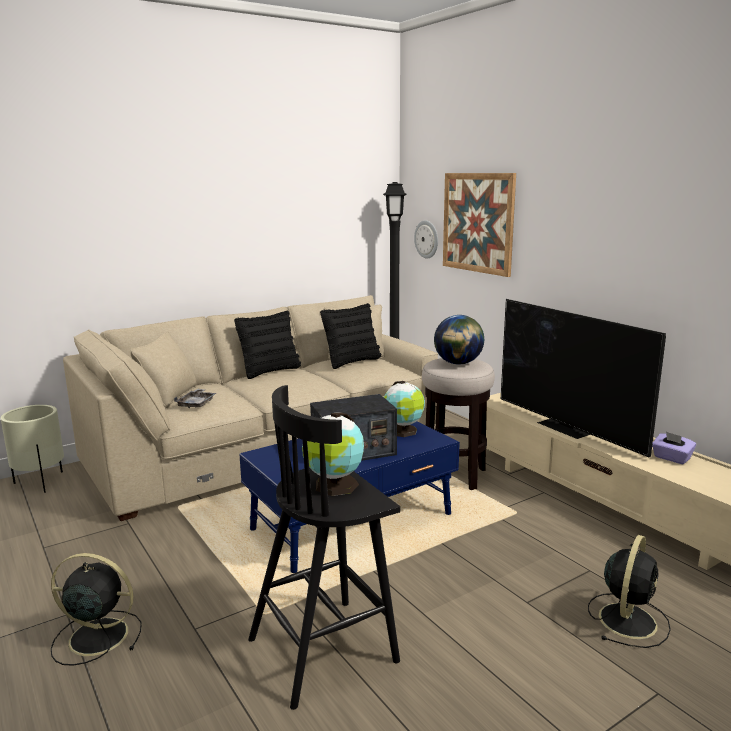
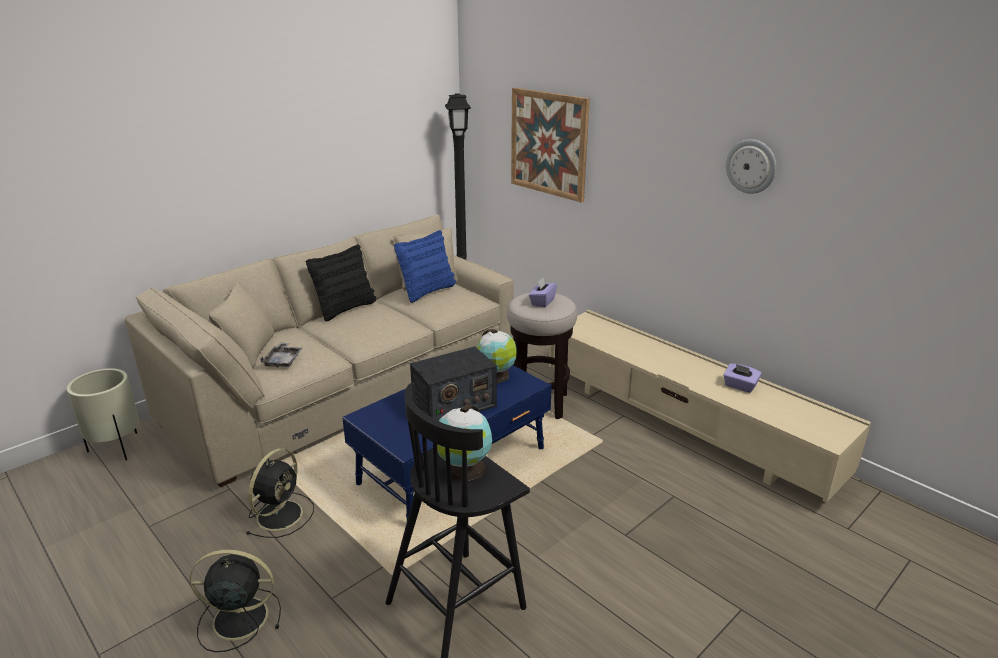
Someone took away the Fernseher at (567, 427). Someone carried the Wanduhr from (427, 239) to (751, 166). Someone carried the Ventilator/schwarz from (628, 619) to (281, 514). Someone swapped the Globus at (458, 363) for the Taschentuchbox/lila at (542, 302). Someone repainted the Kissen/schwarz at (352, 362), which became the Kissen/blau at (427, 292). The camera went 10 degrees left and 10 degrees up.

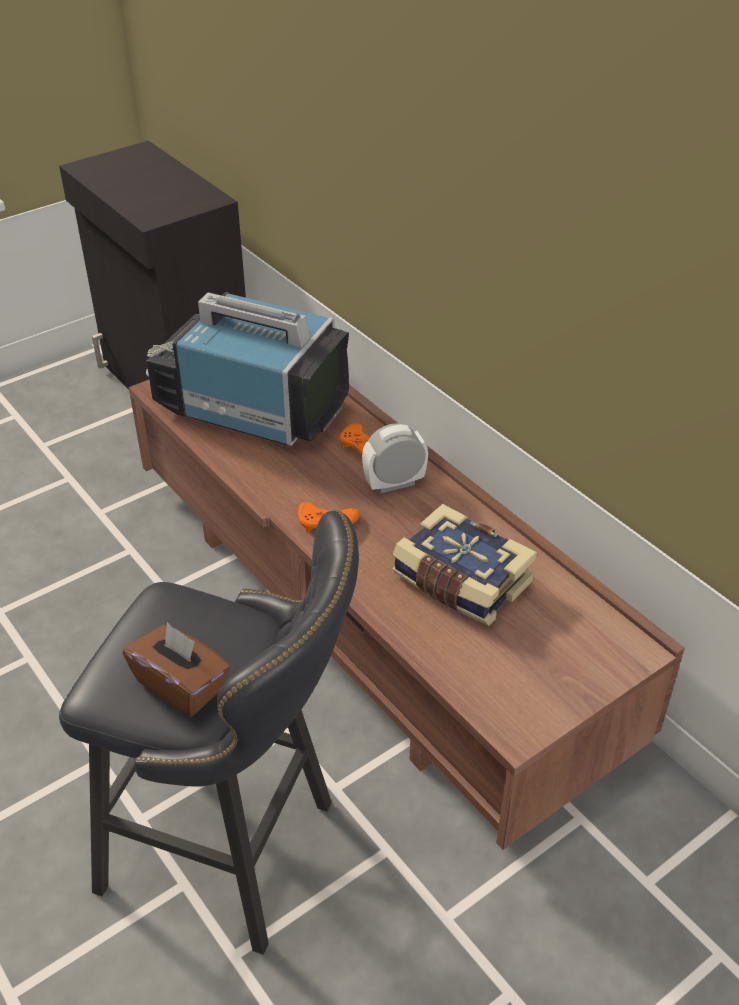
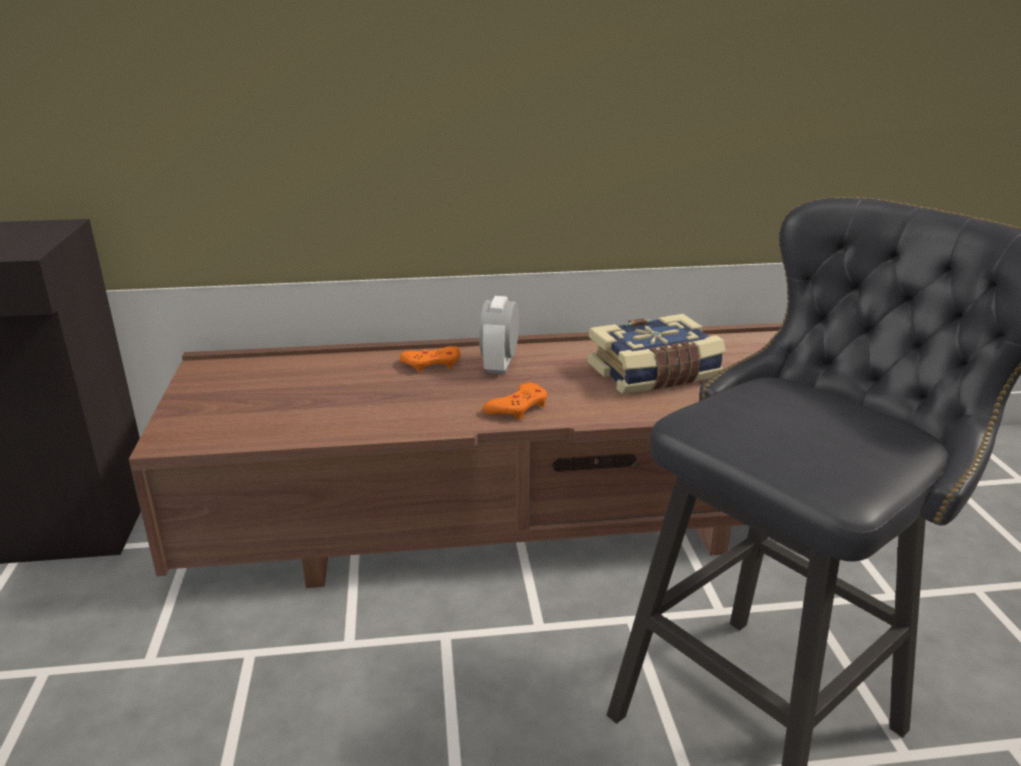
Someone took away the Taschentuchbox/braun at (181, 685). Someone took away the Fernseher at (251, 407). The camera went 60 degrees left and 15 degrees down.

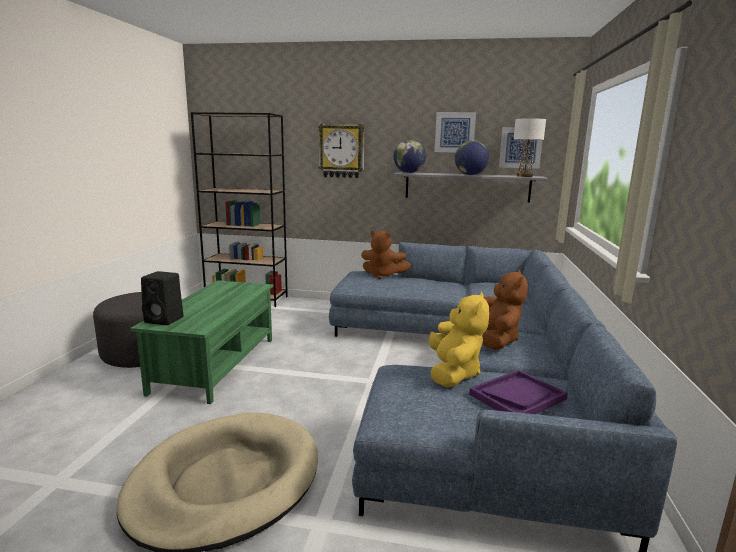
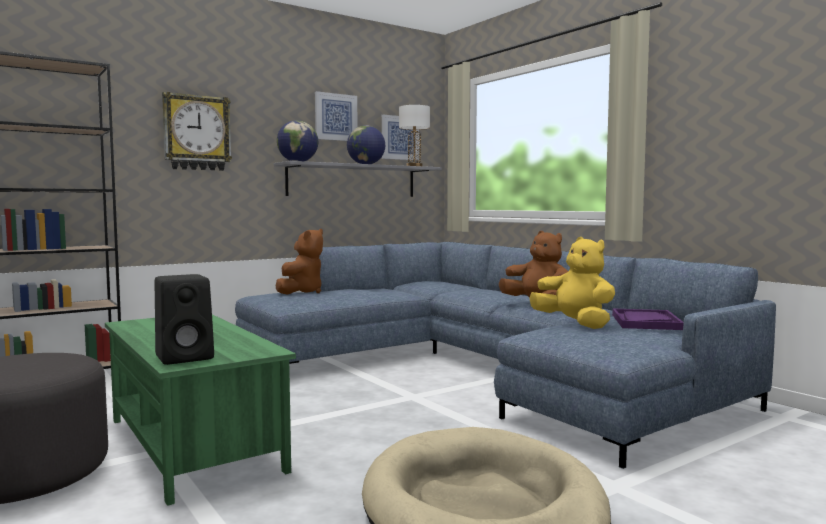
Someone rotated the Plüschtier/braun at (383, 275) by 45 degrees counterclockwise. The camera went 45 degrees left and 10 degrees down.

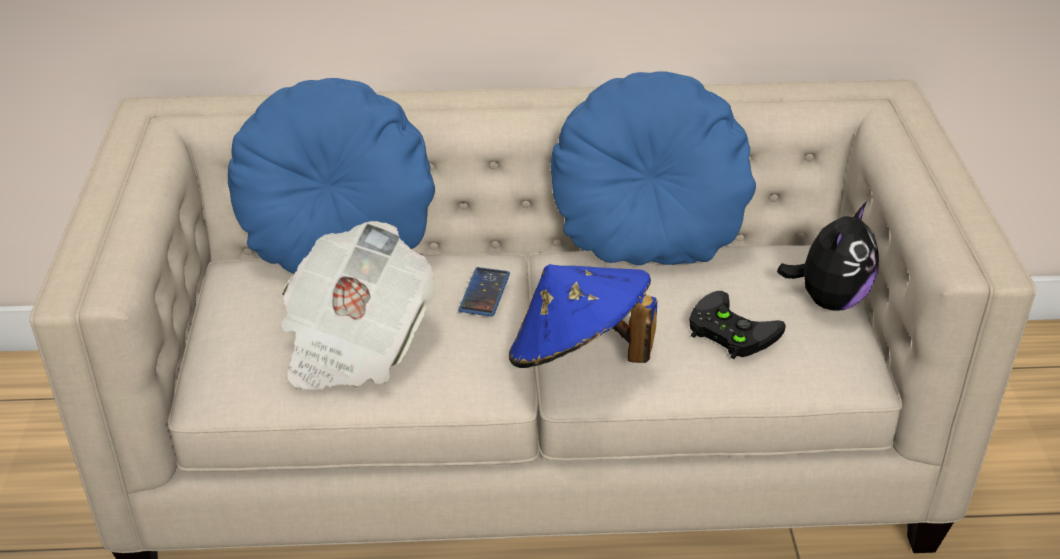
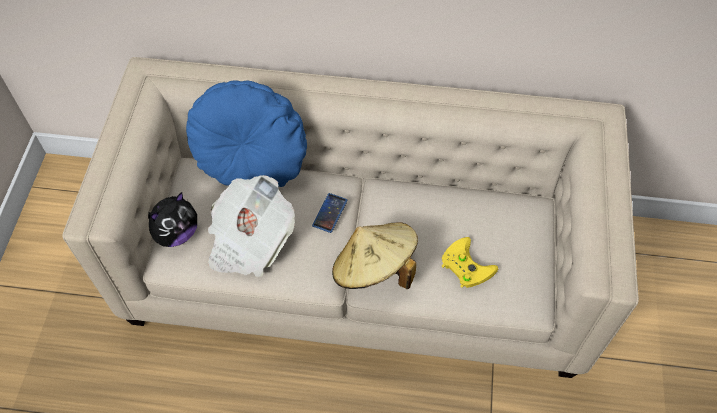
Someone took away the Kissen/blau at (647, 246). Someone carried the Plüschtier from (829, 300) to (176, 233). Someone repainted the Hut/blau at (578, 357), which became the Hut/beige at (374, 269). Someone repainted the Gamepad/schwarz at (728, 330), which became the Gamepad/gelb at (464, 265). The camera went 10 degrees right and 20 degrees up.

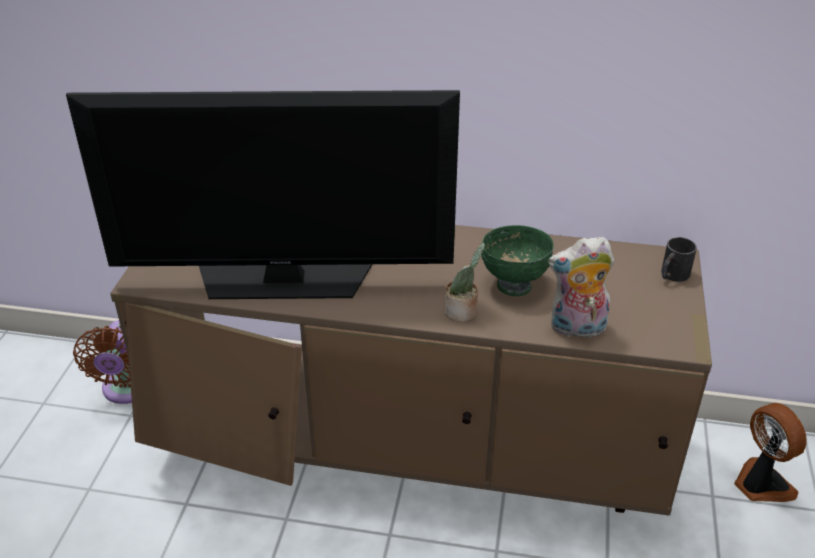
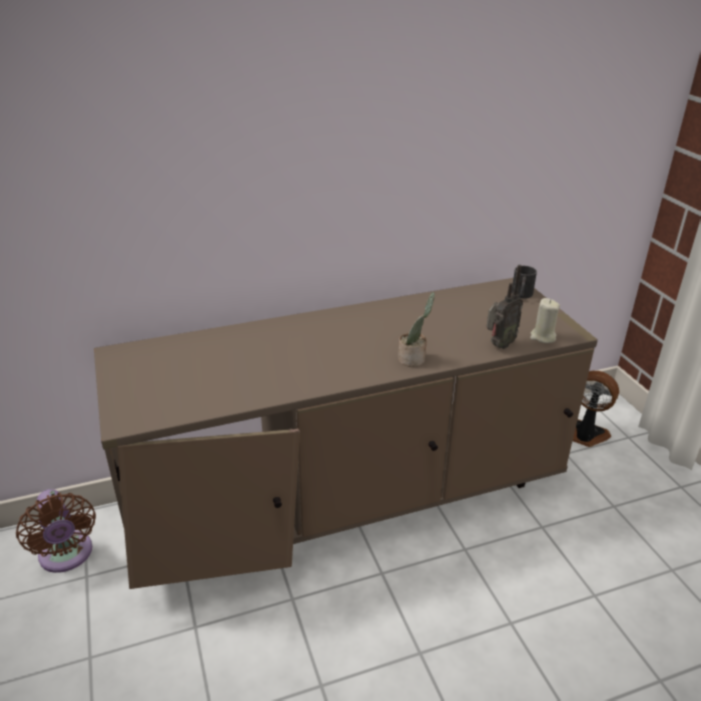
Someone took away the Fernseher at (284, 279). Someone took away the Schüssel/grün at (514, 284). Someone put down the Kerze/beige at (542, 337). Someone swapped the Plüschtier at (576, 329) for the Radio at (498, 345). The camera went 30 degrees left and 5 degrees down.

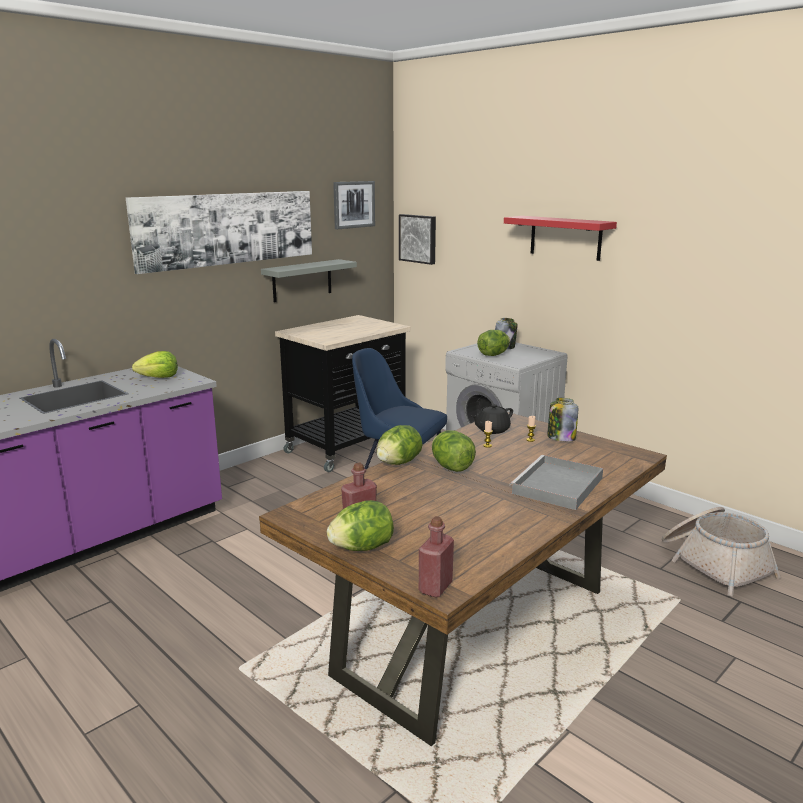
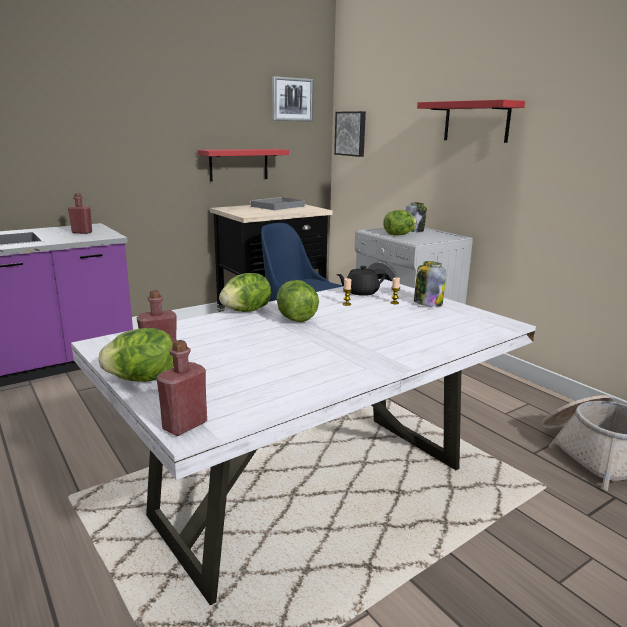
Someone took away the Bild at (227, 228). Someone carried the Tablett/grau from (557, 486) to (277, 206). Someone swapped the Salatkopf at (159, 378) for the Flasche/rot at (82, 232). Someone repainted the Esstisch/braun at (475, 633), which became the Esstisch/weiß at (312, 493). Someone repainted the Wandregal/grau at (302, 280), which became the Wandregal/rot at (238, 164). The camera went 10 degrees right and 0 degrees up.

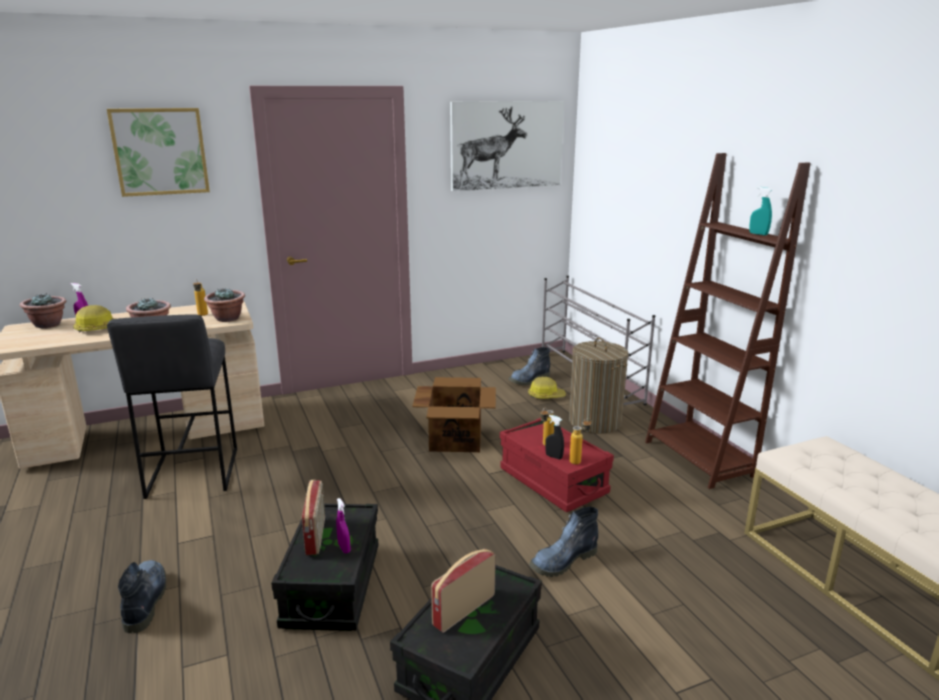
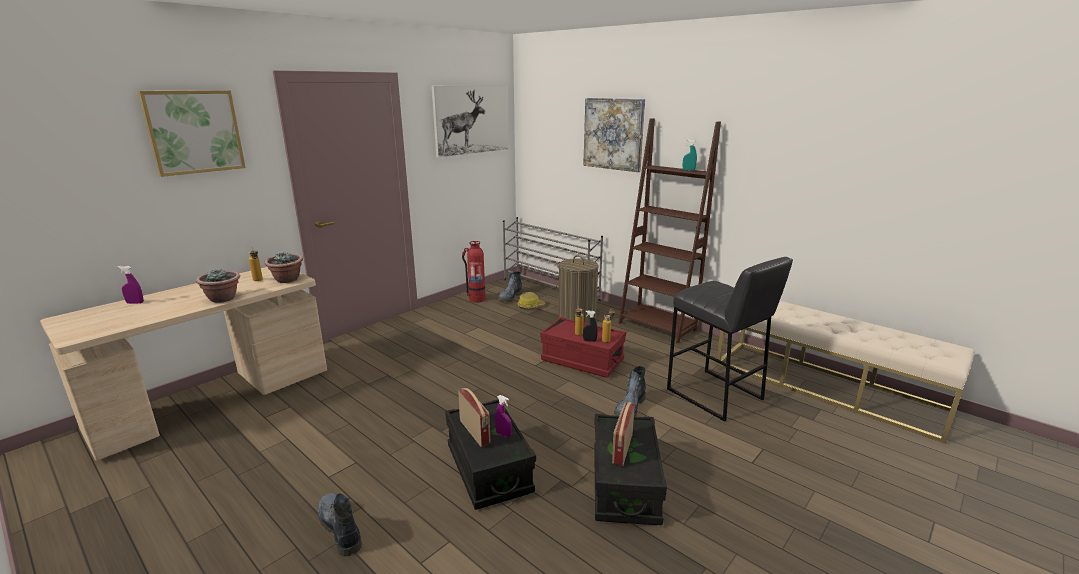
Someone took away the Topfpflanze at (48, 325). Someone took away the Schutzhelm at (99, 329). Someone took away the Karton at (456, 439). Someone put down the Feuerlöscher at (476, 299). Someone put up the Bild at (613, 134). Someone carried the Hocker/grau from (192, 473) to (715, 395). The camera went 25 degrees left and 0 degrees up.

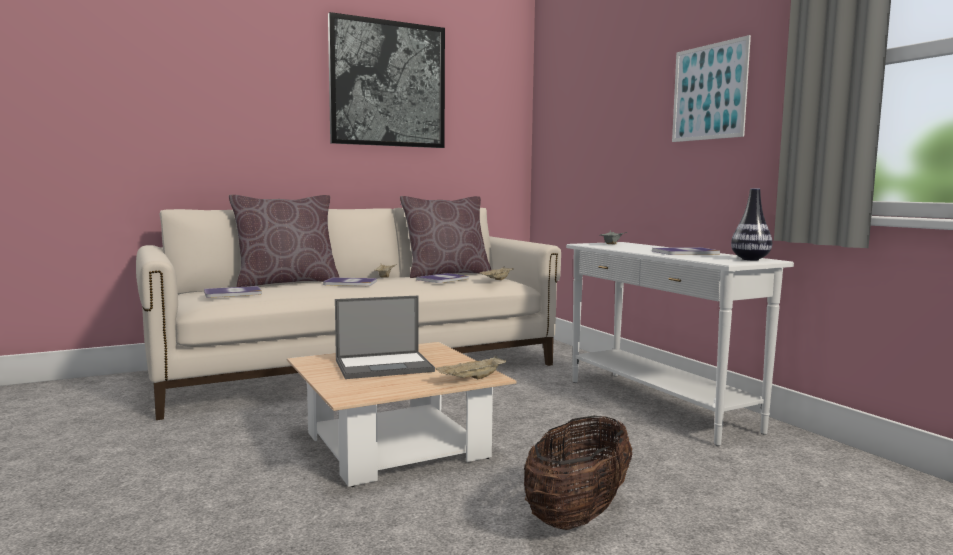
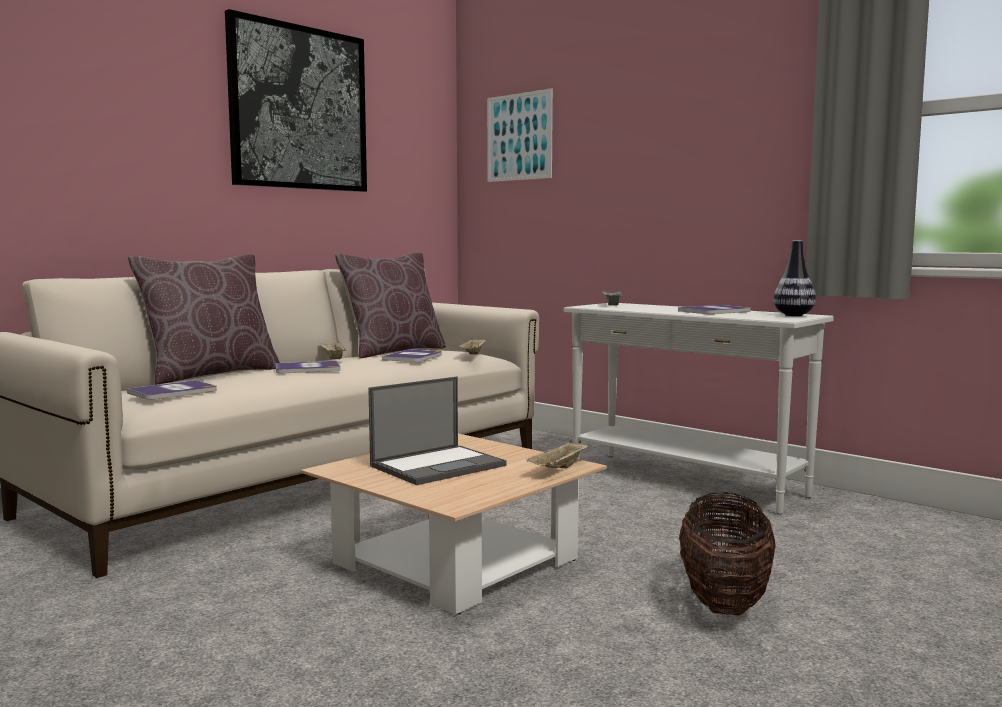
Someone carried the Bild from (709, 92) to (519, 137). The camera went 20 degrees left and 0 degrees up.

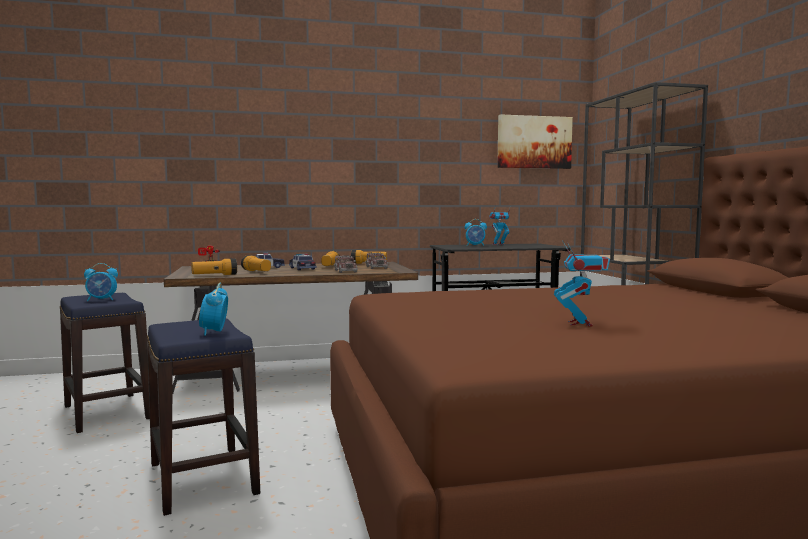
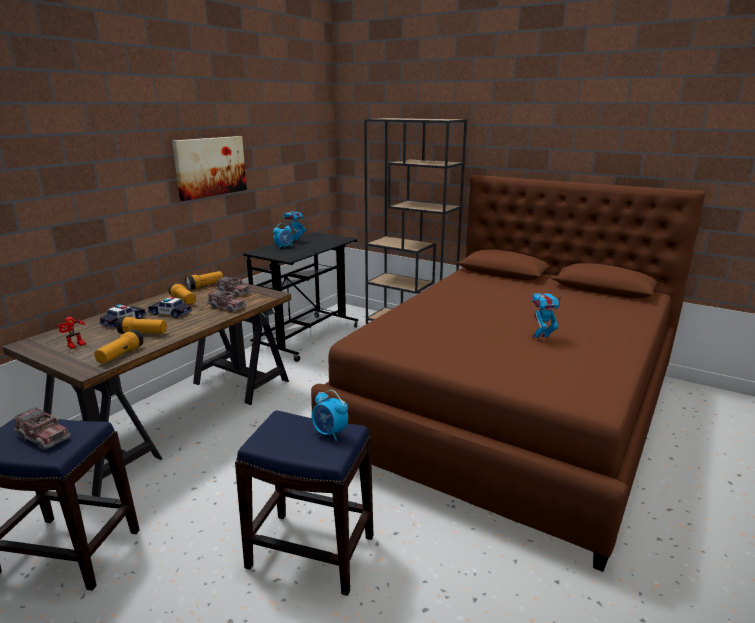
Someone carried the Bild from (534, 142) to (210, 166). Someone swapped the Wecker at (101, 300) for the Spielzeuglaster at (43, 437). Someone rotated the Spielzeugroboter at (580, 323) by 60 degrees counterclockwise. The camera went 45 degrees left and 15 degrees up.

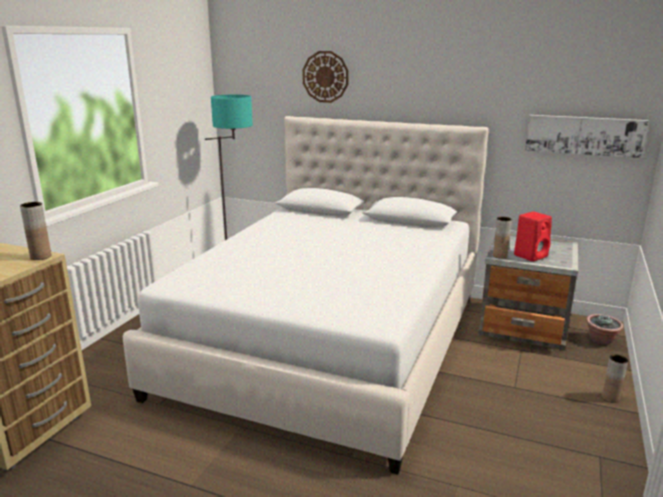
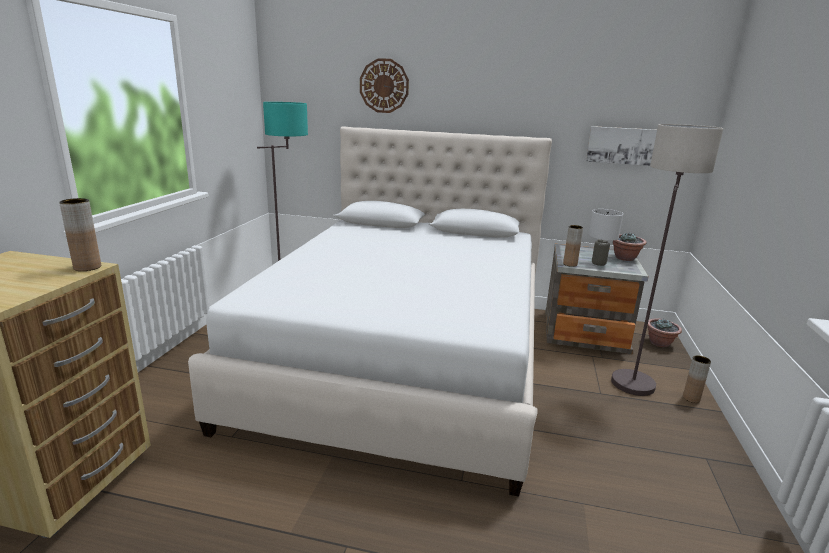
Someone put down the Stehlampe/grau at (634, 378). Someone put down the Topfpflanze at (625, 258). Someone swapped the Lautsprecher/rot at (531, 255) for the Tischlampe/weiß at (598, 263). The camera went 10 degrees left and 0 degrees up.

